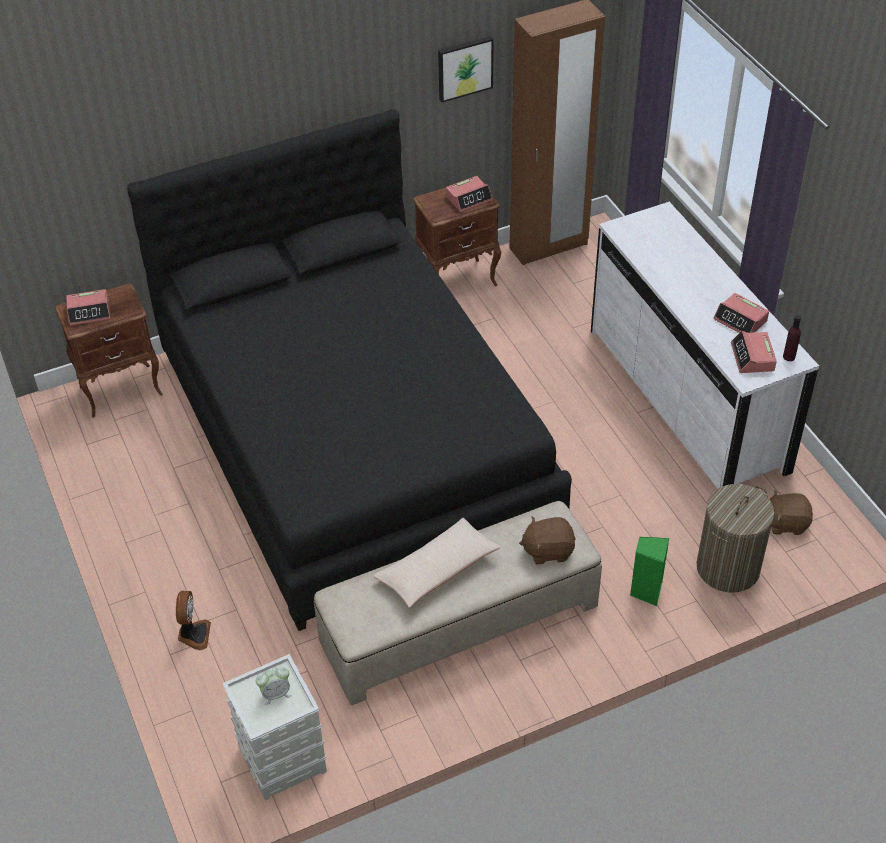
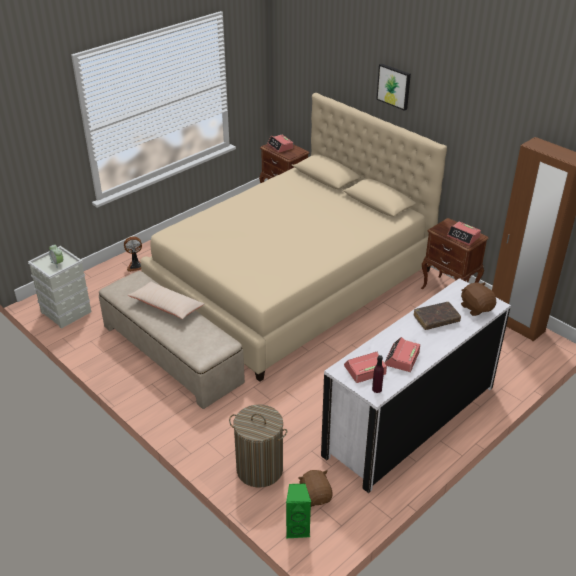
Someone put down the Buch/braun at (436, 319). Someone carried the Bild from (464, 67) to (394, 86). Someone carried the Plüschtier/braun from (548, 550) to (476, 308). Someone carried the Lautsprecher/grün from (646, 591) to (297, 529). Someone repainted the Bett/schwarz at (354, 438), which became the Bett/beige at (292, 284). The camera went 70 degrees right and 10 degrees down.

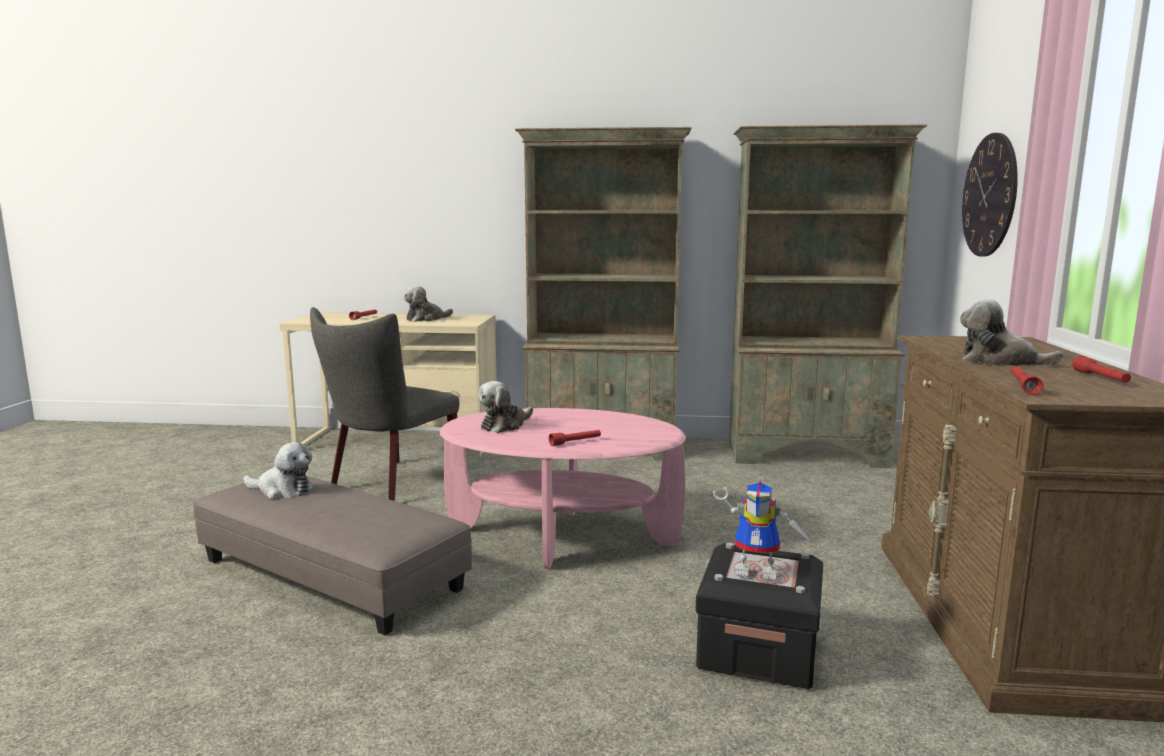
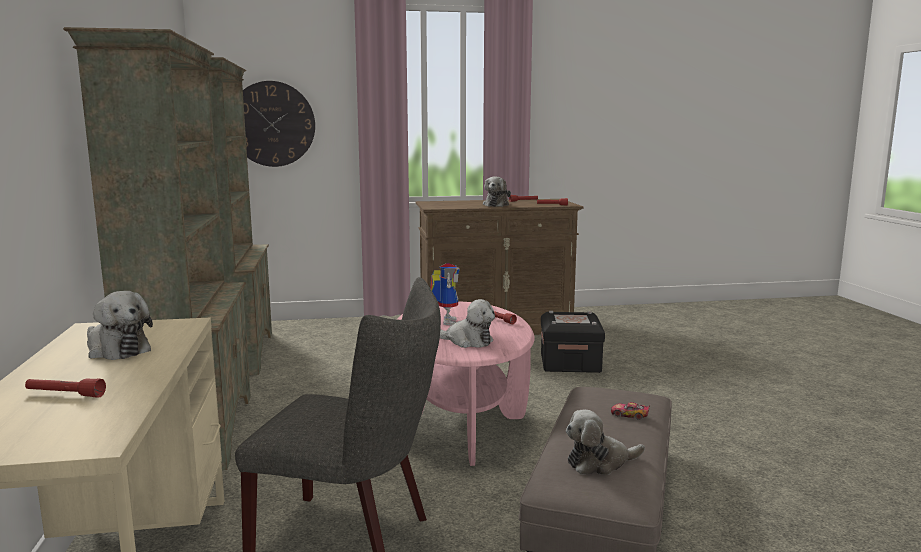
Someone put down the Spielzeugauto at (629, 415). Someone carried the Spielzeugroboter from (760, 571) to (445, 321). Someone rotated the Plüschtier at (282, 490) by 105 degrees counterclockwise. The camera went 105 degrees left and 0 degrees up.

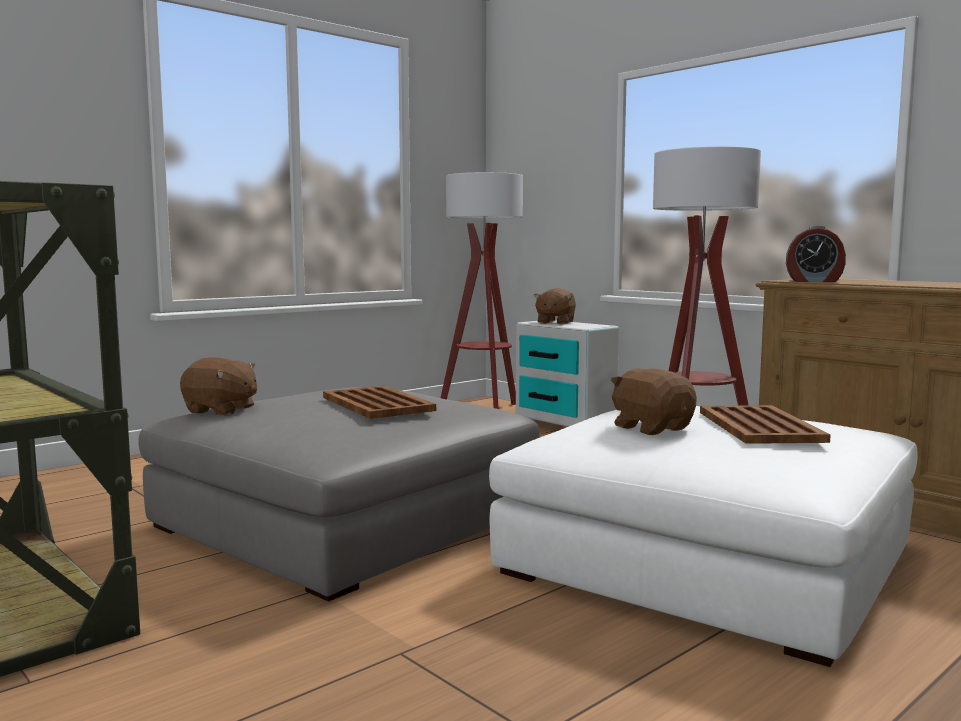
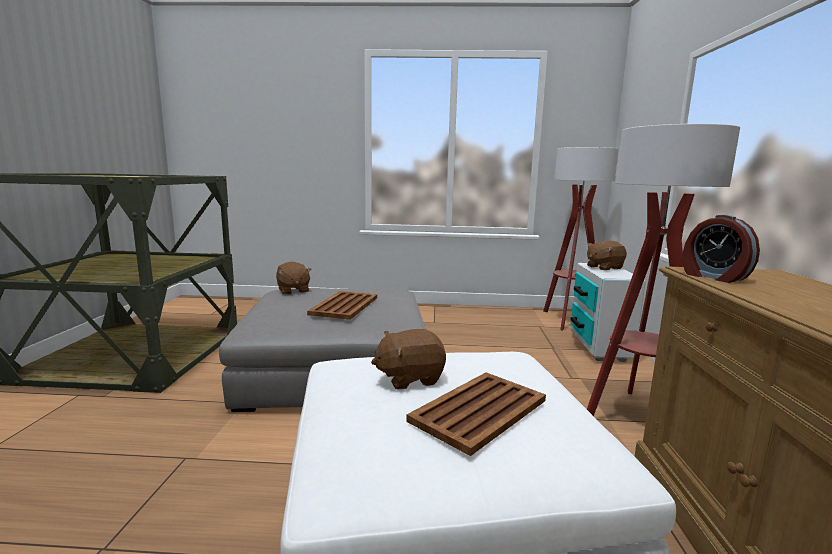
Someone rotated the Plüschtier/braun at (651, 428) by 120 degrees counterclockwise. The camera went 45 degrees right and 5 degrees up.

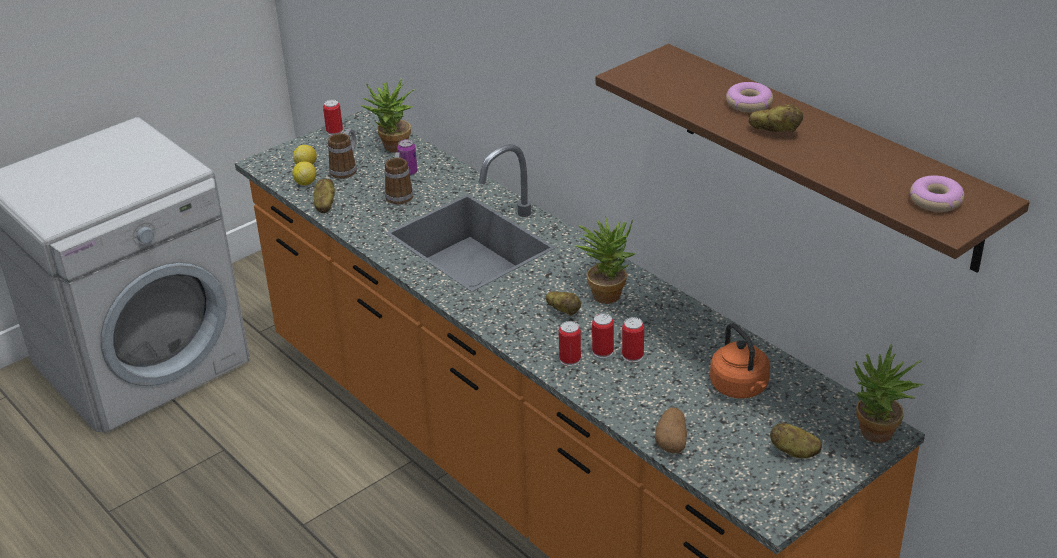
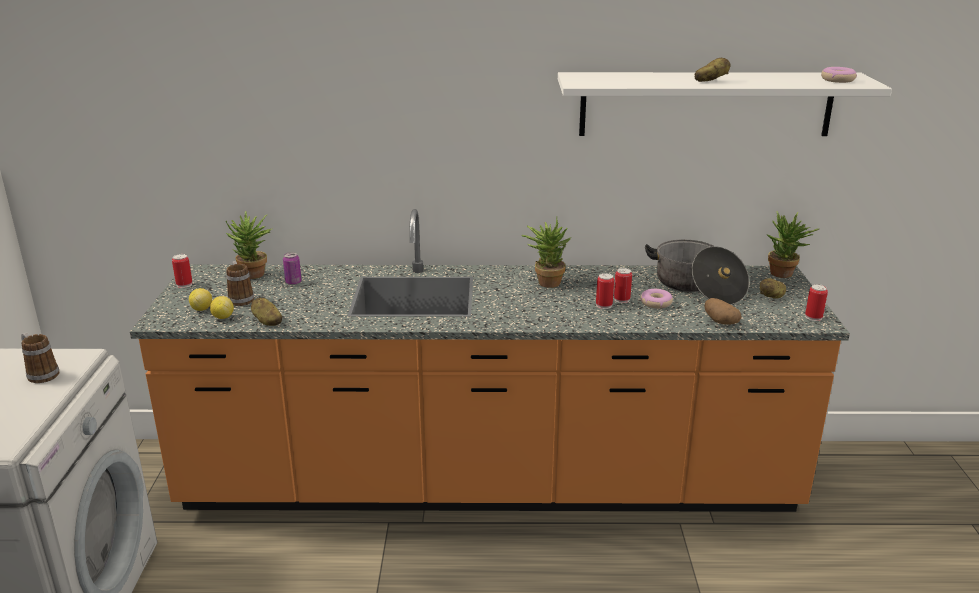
Someone took away the Kartoffel at (563, 311). Someone carried the Henkelbecher from (399, 194) to (40, 374). Someone carried the Dose from (570, 360) to (813, 317). Someone carried the Donut from (748, 104) to (656, 303). Someone swapped the Wasserkessel/orange at (740, 388) for the Kochtopf at (696, 287). Someone repainted the Wandregal/braun at (826, 155), which became the Wandregal/weiß at (706, 104). The camera went 50 degrees left and 10 degrees down.

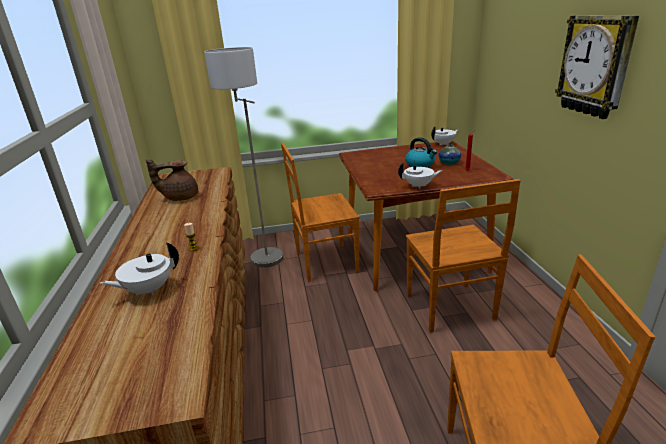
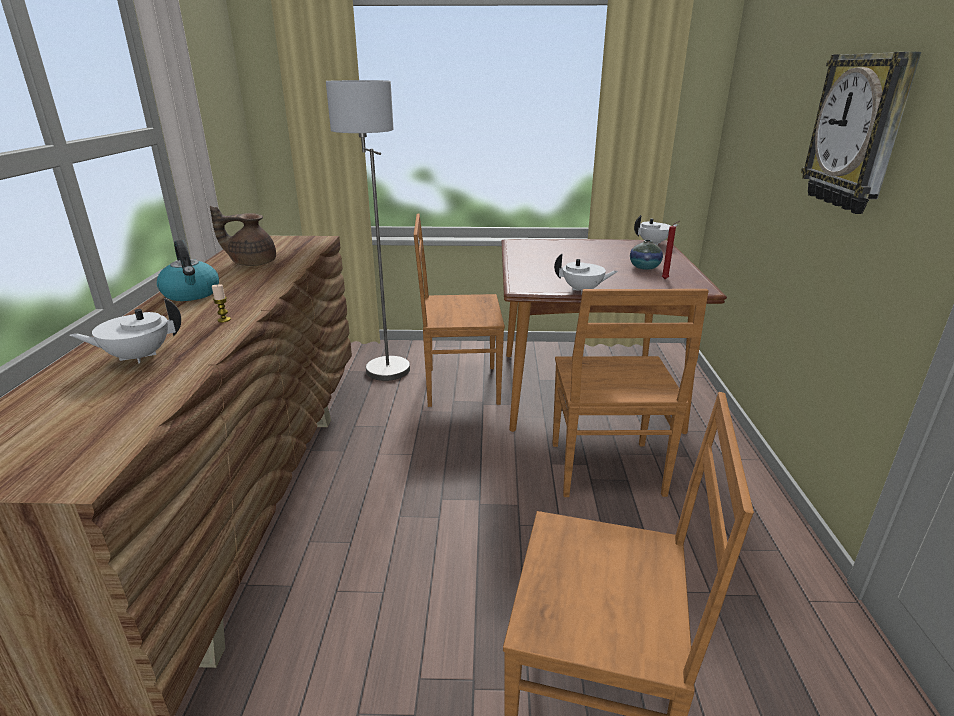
Someone carried the Wasserkessel from (420, 164) to (192, 294). The camera went 10 degrees right and 0 degrees up.

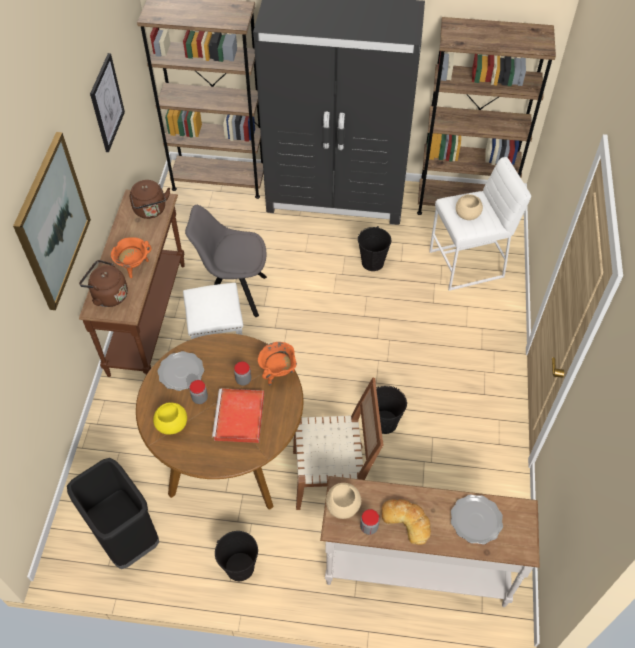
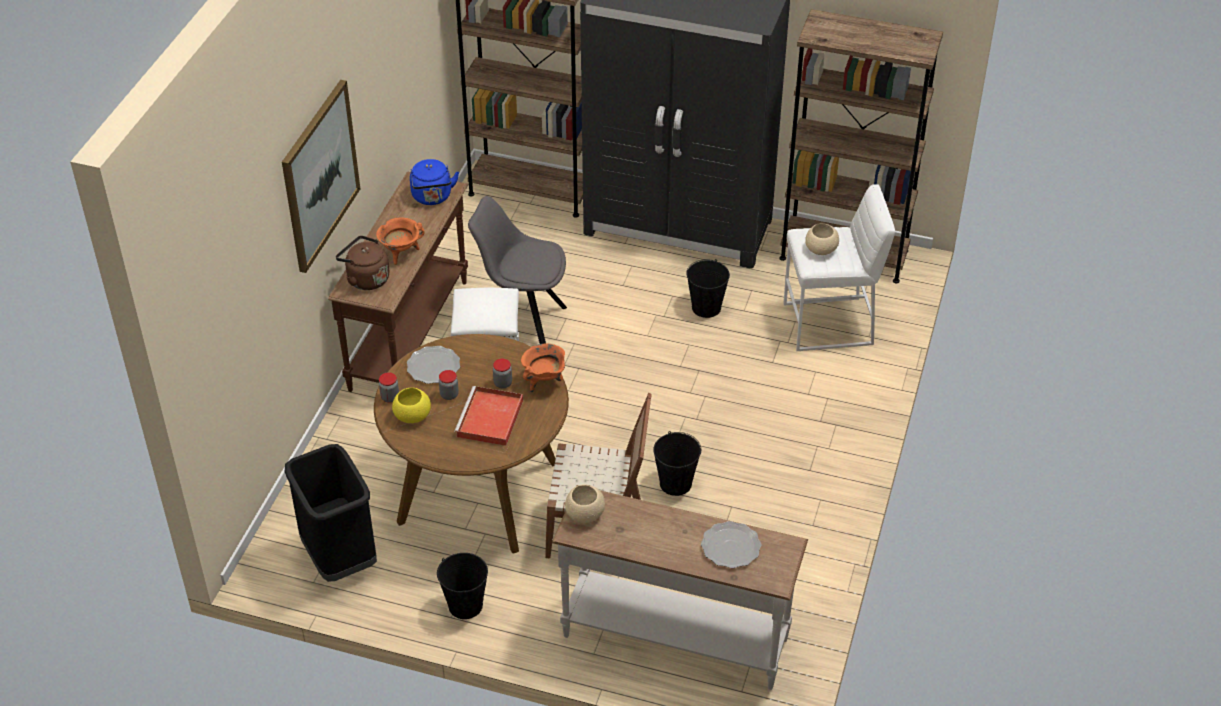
Someone took away the Bild at (106, 103). Someone took away the Brot at (407, 520). Someone carried the Vorratsglas from (369, 527) to (390, 397). Someone repainted the Wasserkessel/braun at (151, 211), which became the Wasserkessel/blau at (432, 197). The camera went 10 degrees right and 10 degrees down.

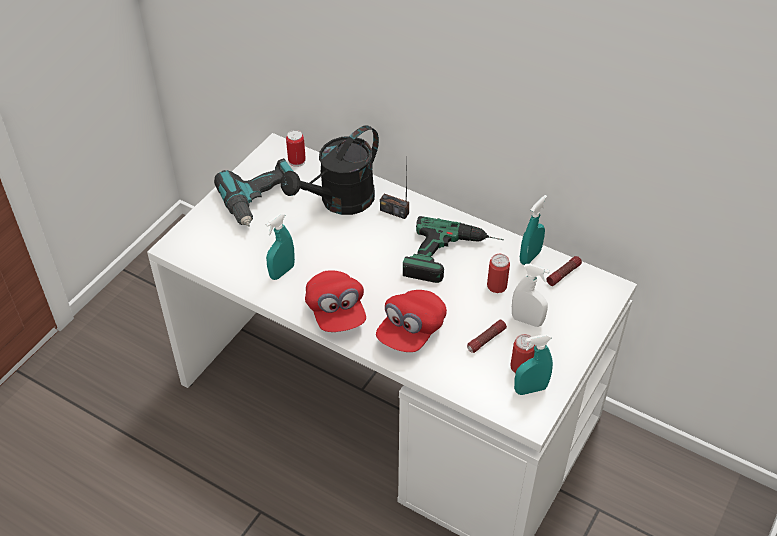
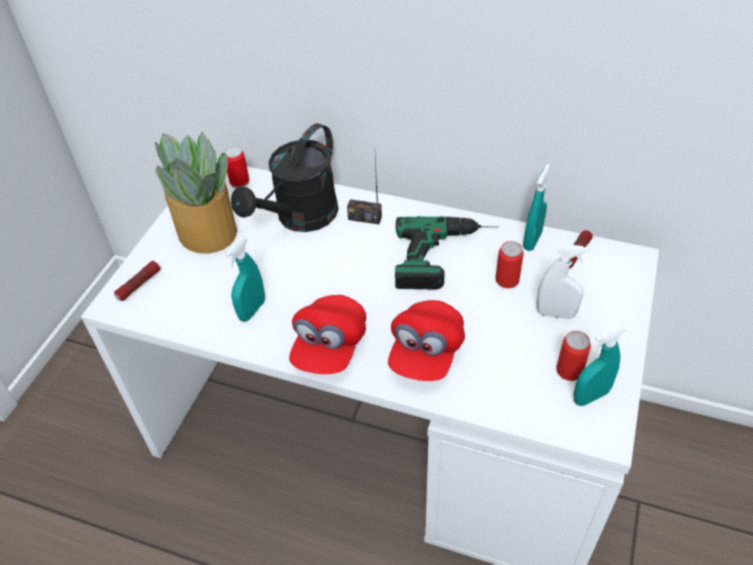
Someone carried the Taschenlampe from (486, 340) to (139, 285). Someone swapped the Bohrmaschine at (260, 201) for the Topfpflanze at (208, 233). Someone rotated the Kappe/rot at (336, 312) by 45 degrees clockwise. The camera went 10 degrees left and 0 degrees up.

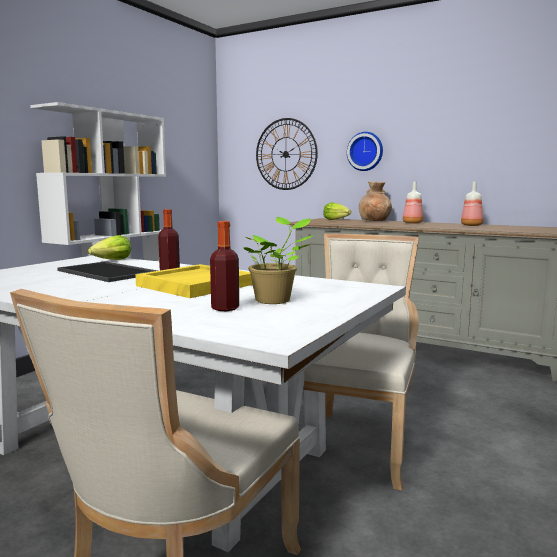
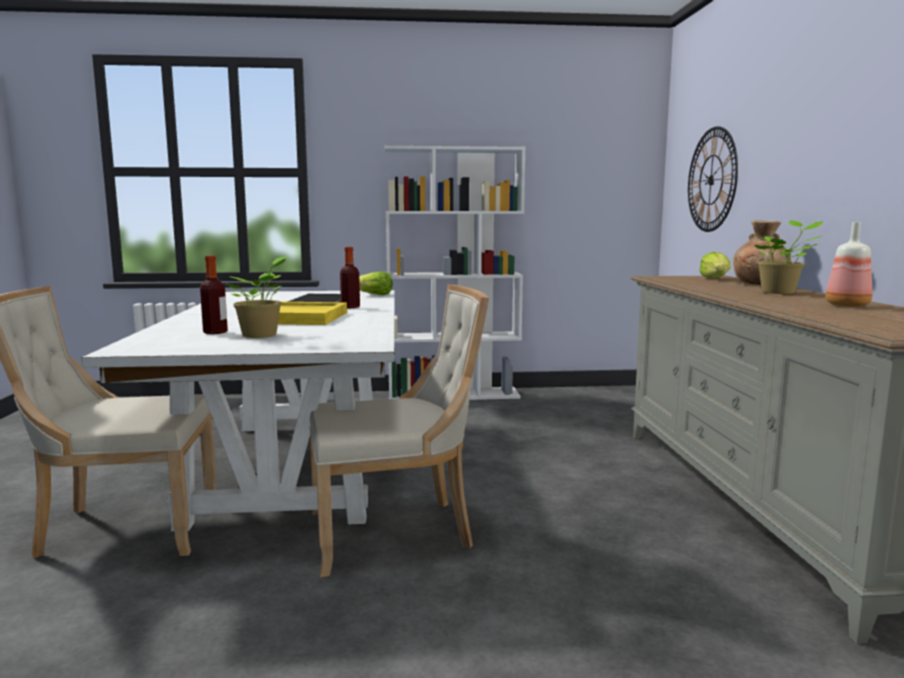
Someone took away the Wanduhr at (365, 151). Someone swapped the Flasche at (412, 223) for the Topfpflanze at (780, 292). The camera went 55 degrees right and 0 degrees up.

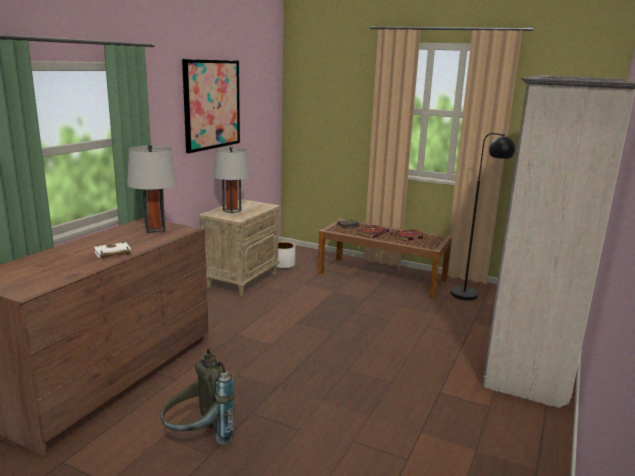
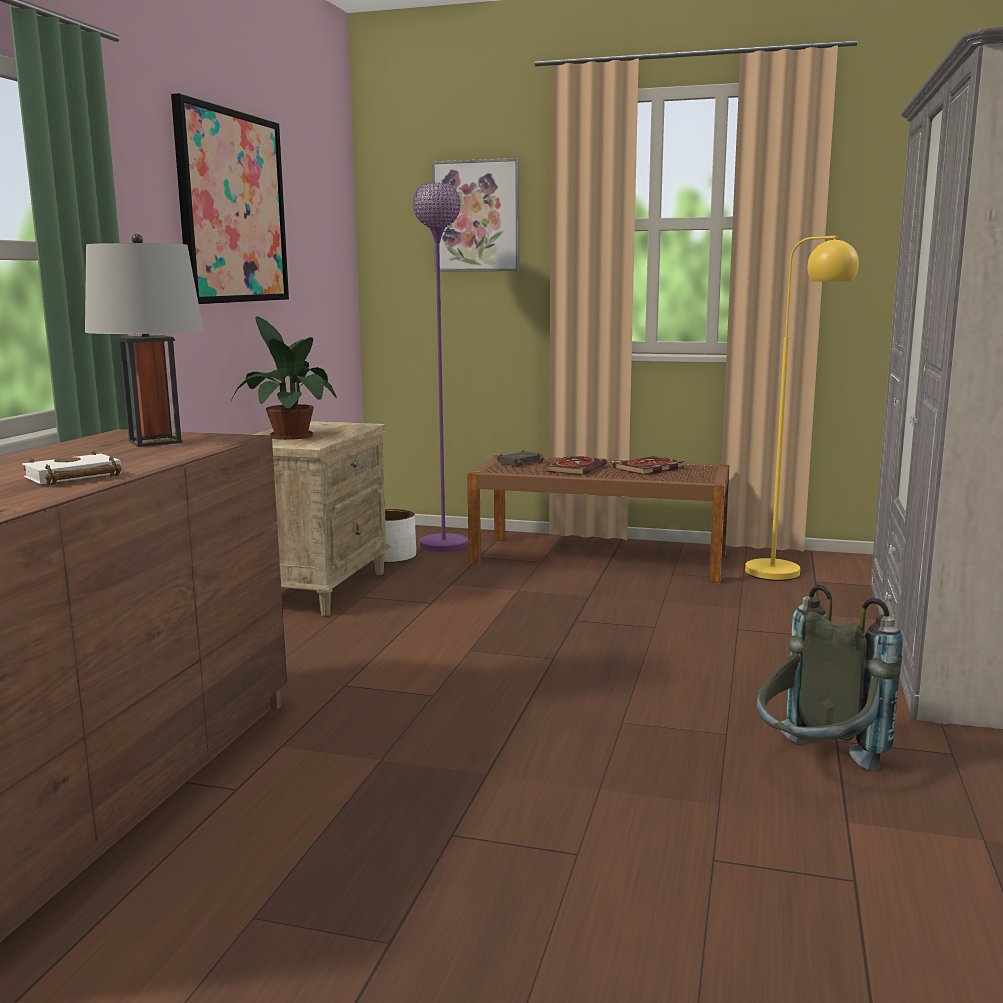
Someone put down the Stehlampe/lila at (444, 545). Someone put up the Bild at (476, 216). Someone carried the Rucksack/grau from (198, 438) to (815, 767). Someone swapped the Tischlampe/grau at (232, 210) for the Topfpflanze at (289, 435). Someone repainted the Stehlampe/schwarz at (470, 298), which became the Stehlampe/gelb at (787, 576). The camera went 10 degrees left and 5 degrees down.

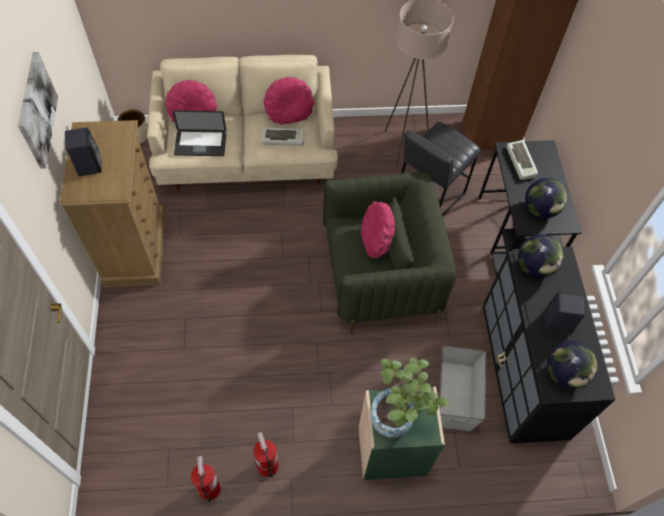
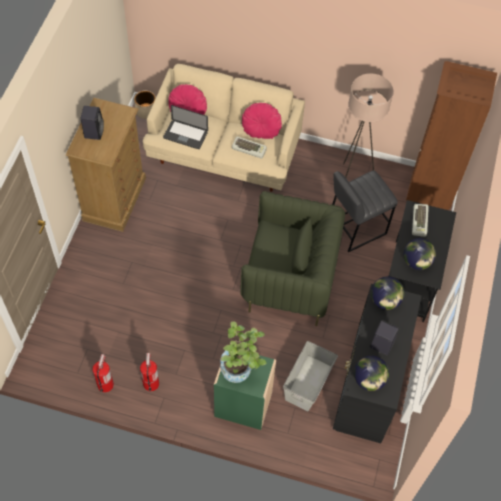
Someone took away the Bild at (36, 110). Someone took away the Kissen/rosa at (375, 242). The camera went 20 degrees right and 0 degrees up.

